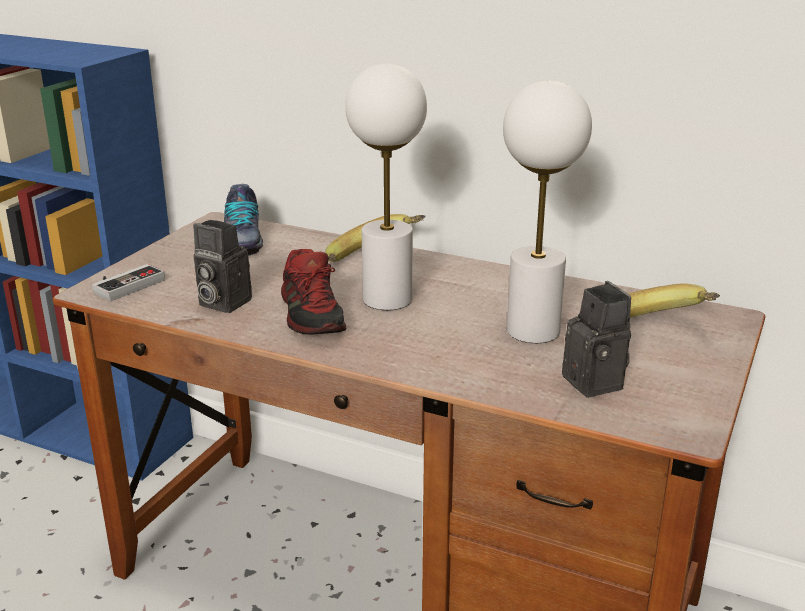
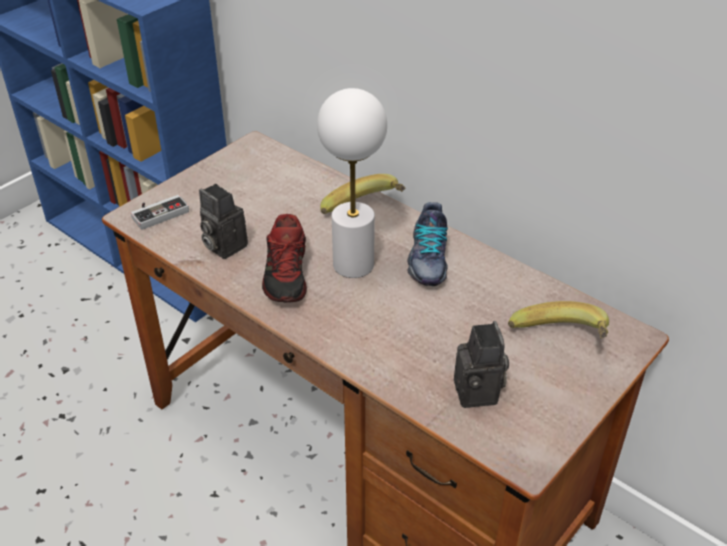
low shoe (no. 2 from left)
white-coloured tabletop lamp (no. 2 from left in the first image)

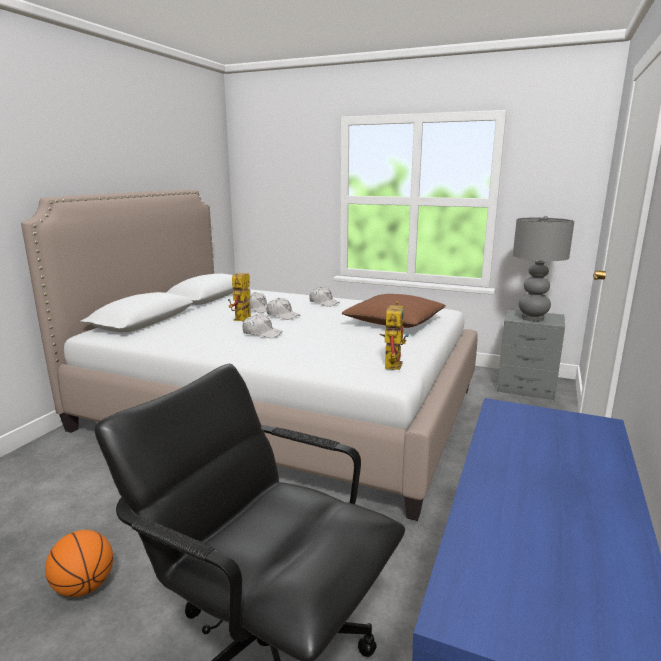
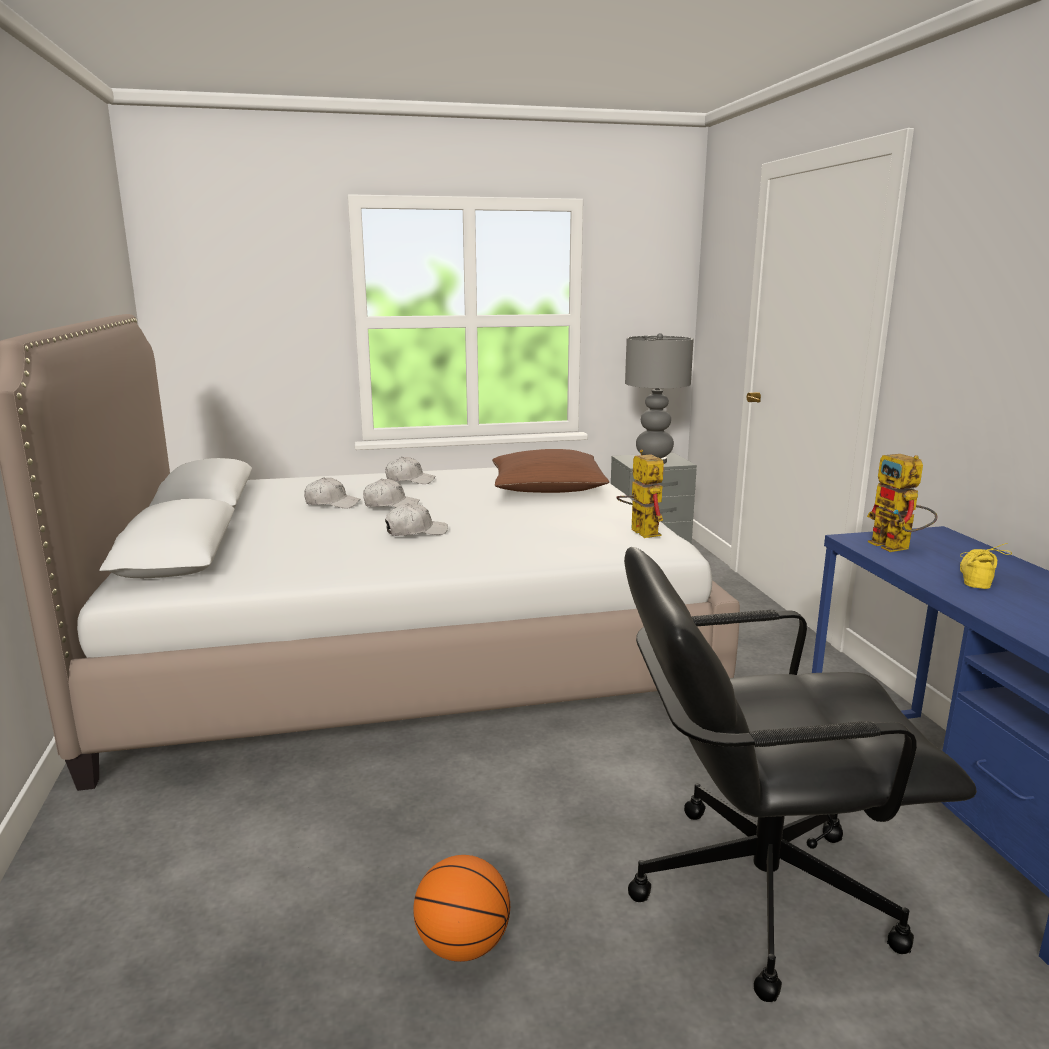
toy robot (no. 2 from left)
yellow low shoe

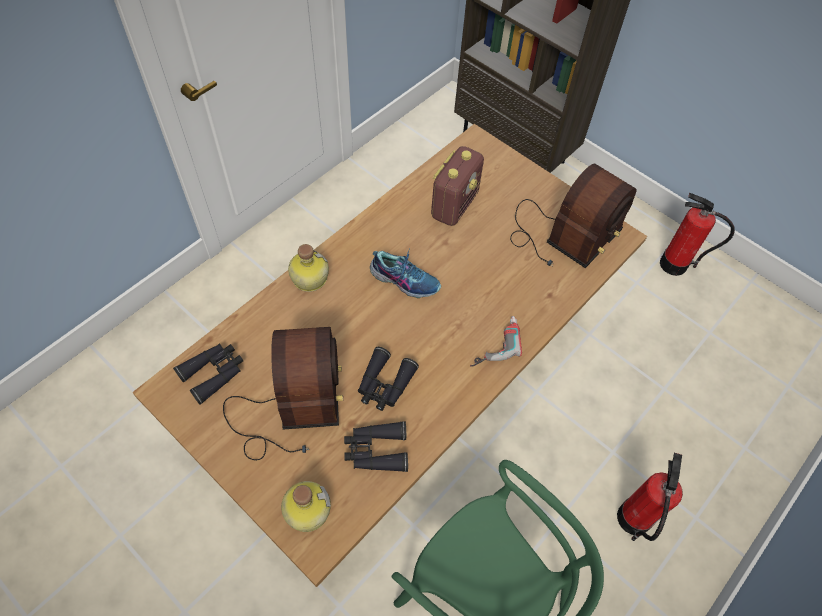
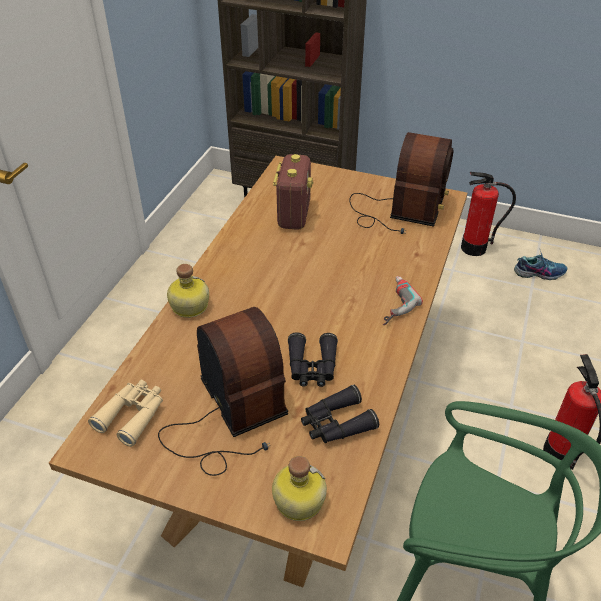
beige-coloured pair of binoculars
low shoe

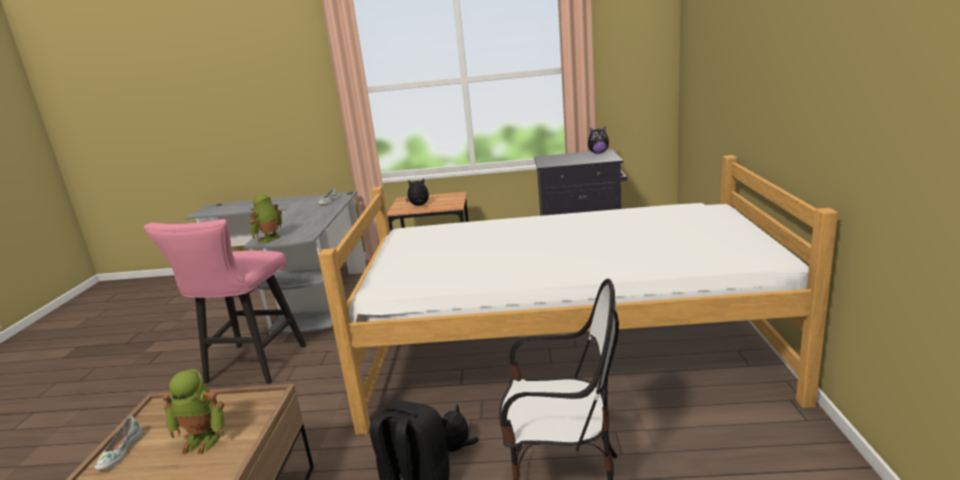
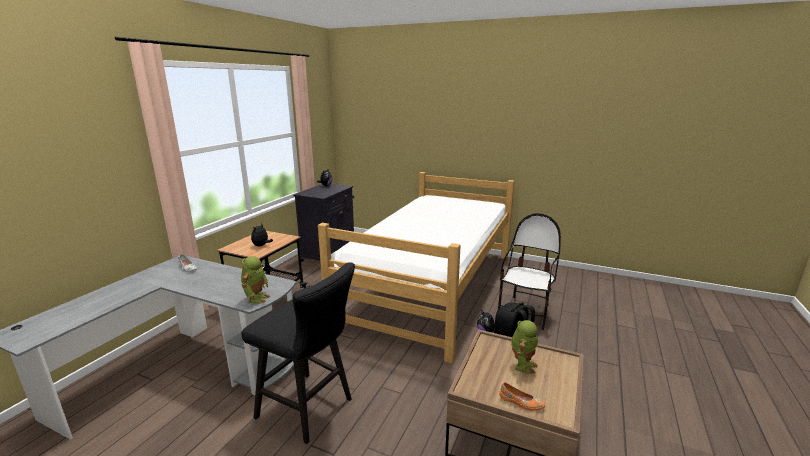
toy robot (no. 1 from left)
black stool
orangey low shoe

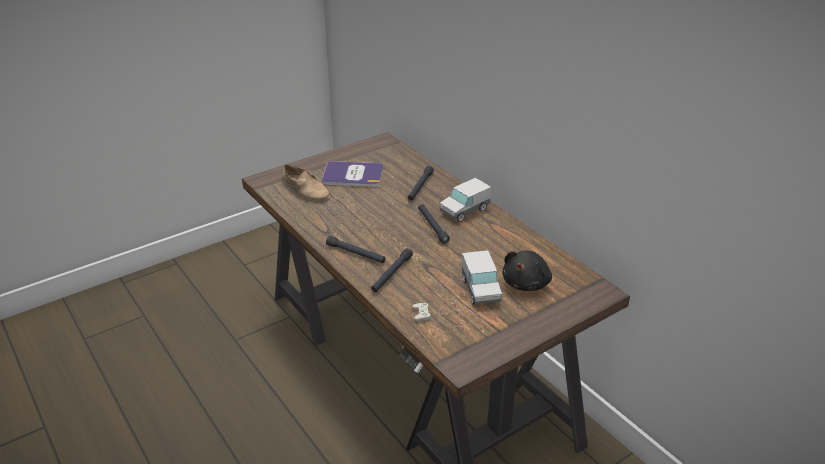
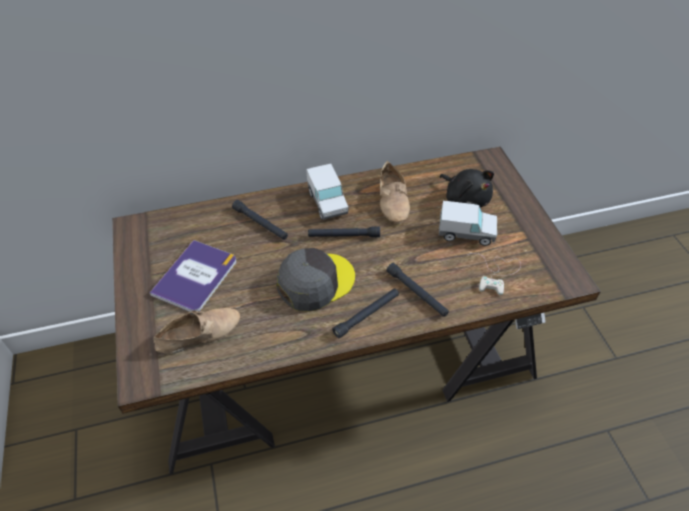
greyish baseball cap
beige-coloured low shoe (no. 2 from left)

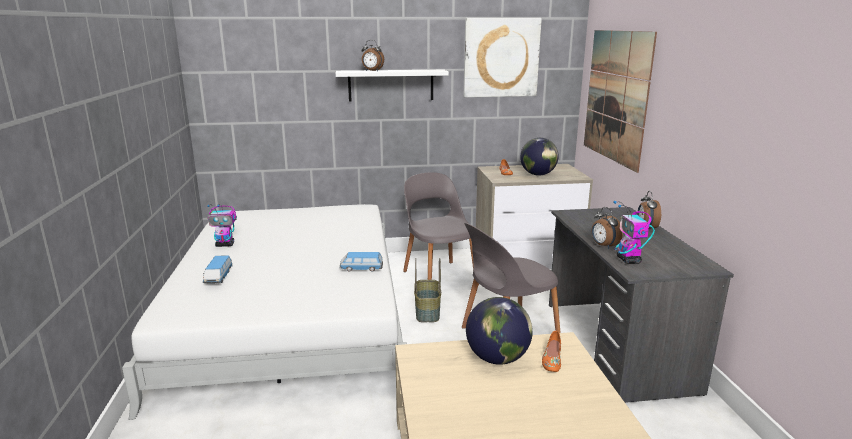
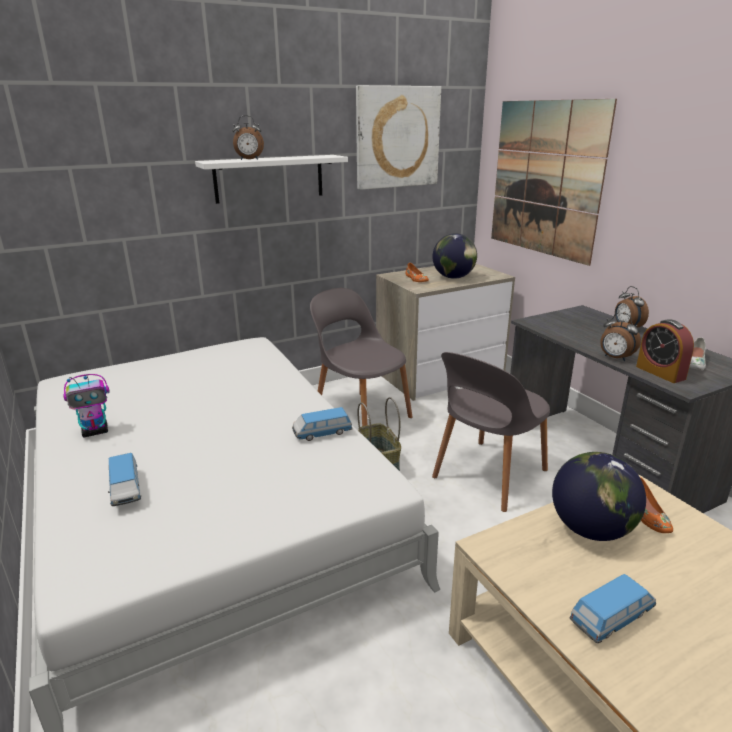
model car (no. 3 from left)
alarm clock (no. 4 from left)
white-coloured low shoe

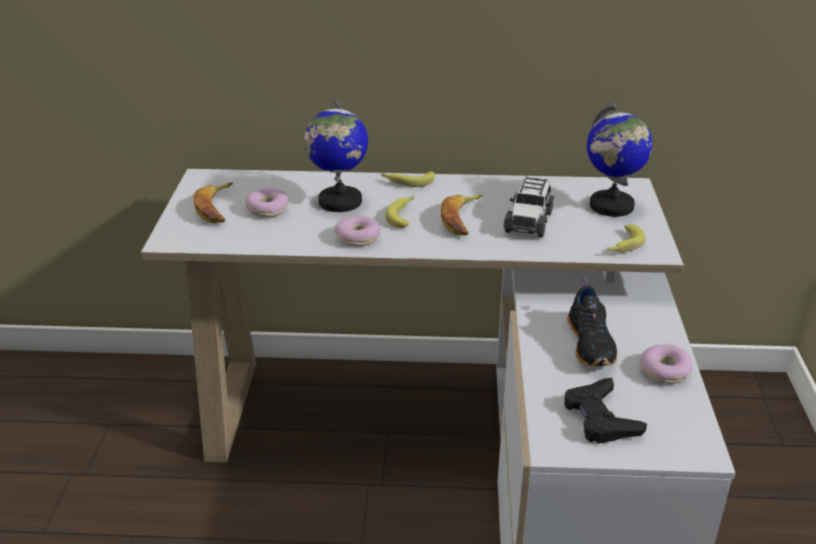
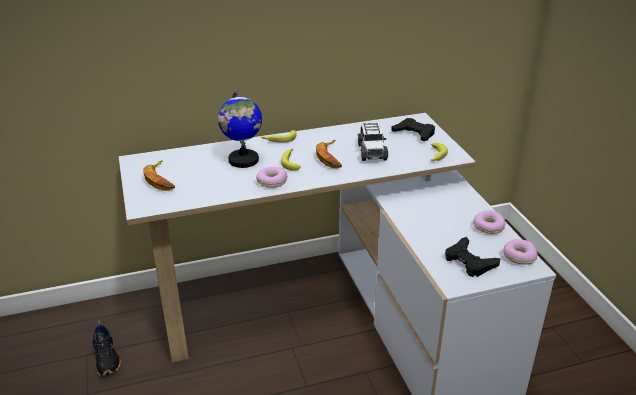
black low shoe
black gamepad (no. 1 from left)
ring doughnut (no. 3 from left)

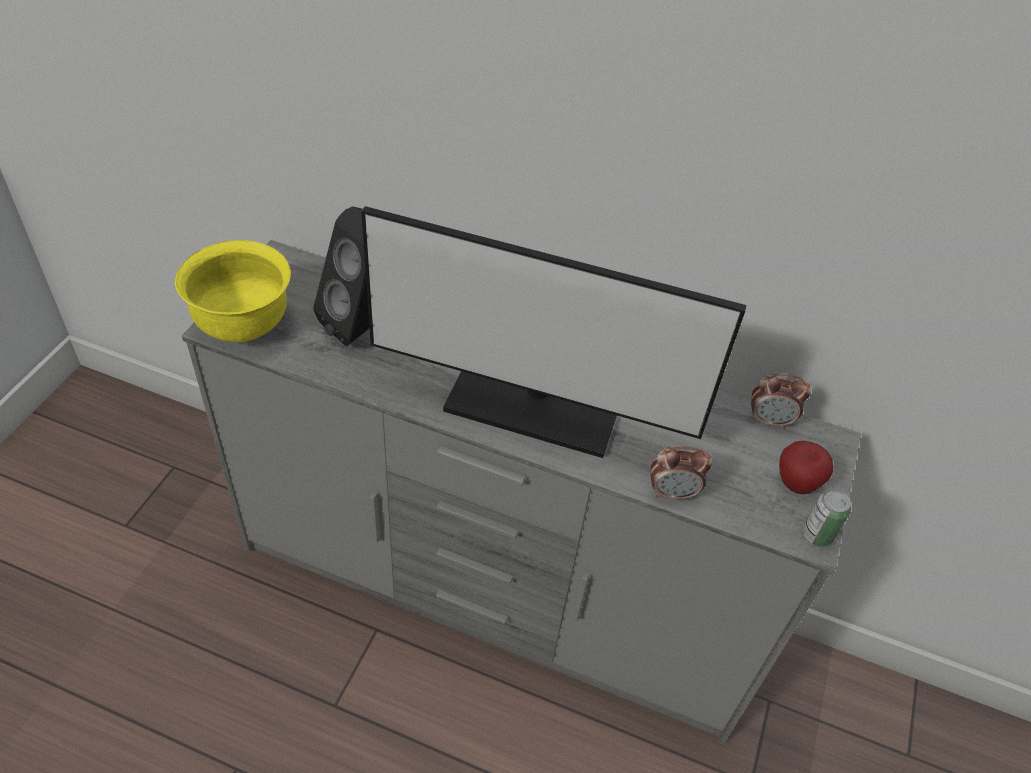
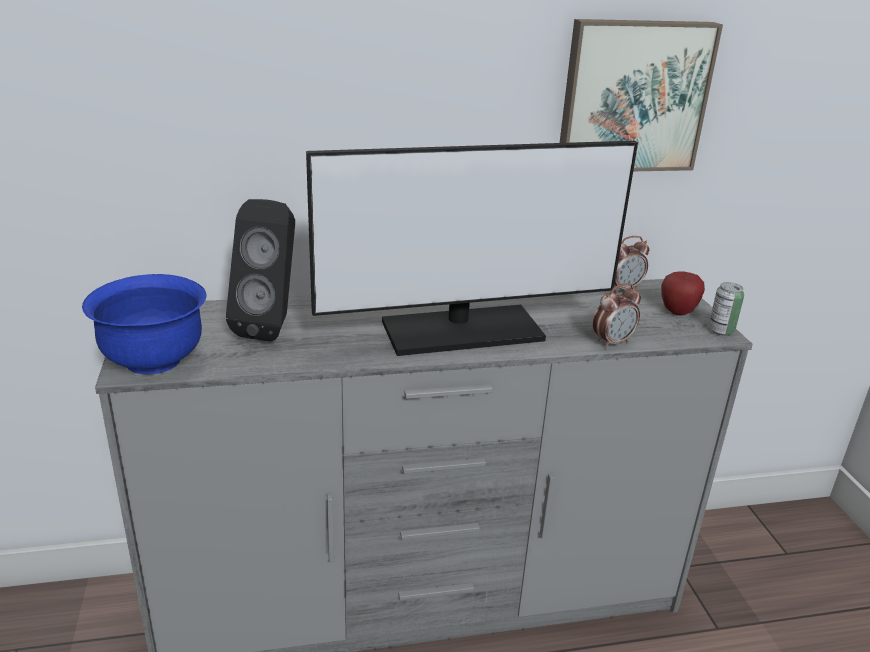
bluish deep dish
wall art

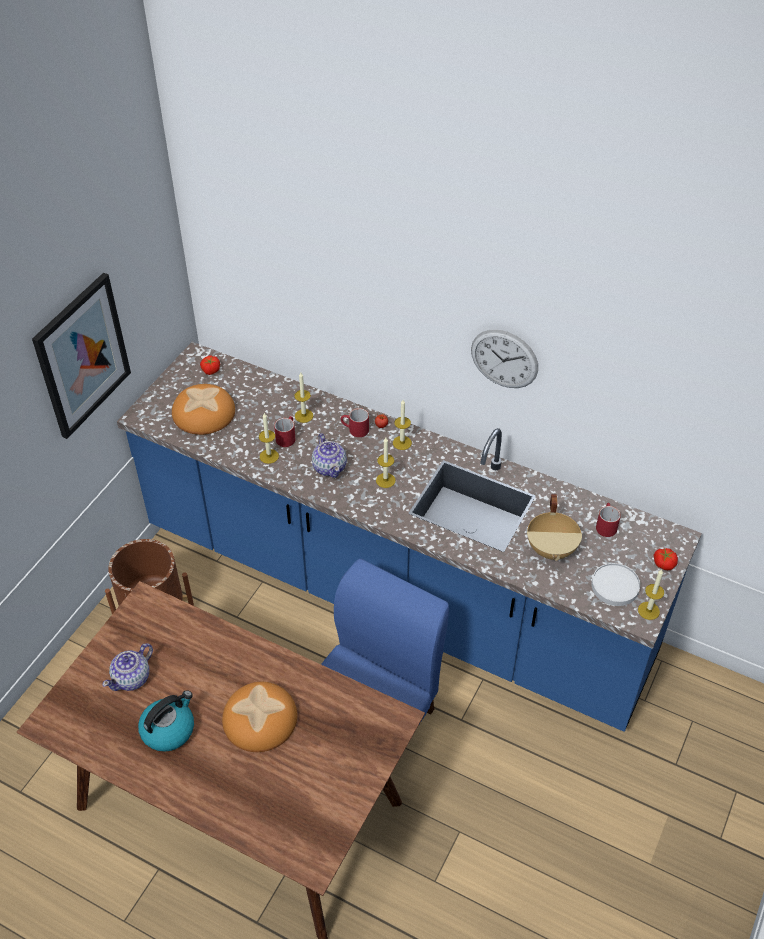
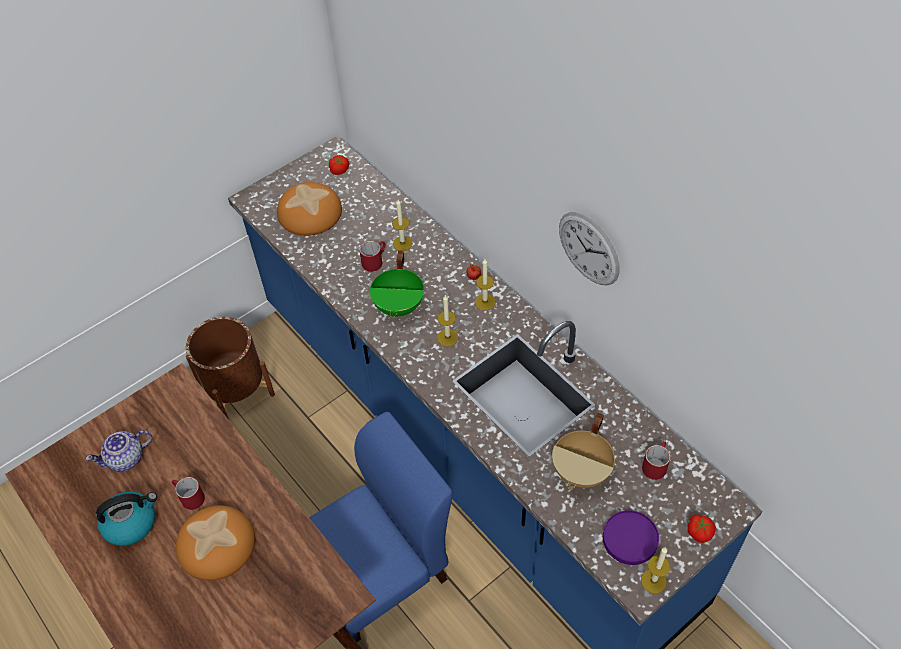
red coffee mug (no. 1 from left)
greenish stockpot
purple-coloured flat dish
wall art
wax candle (no. 1 from left in the first image)

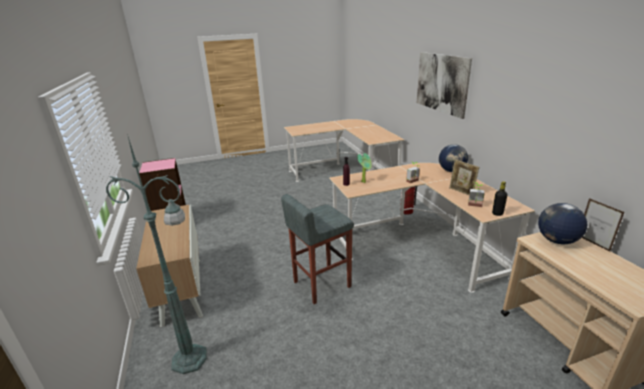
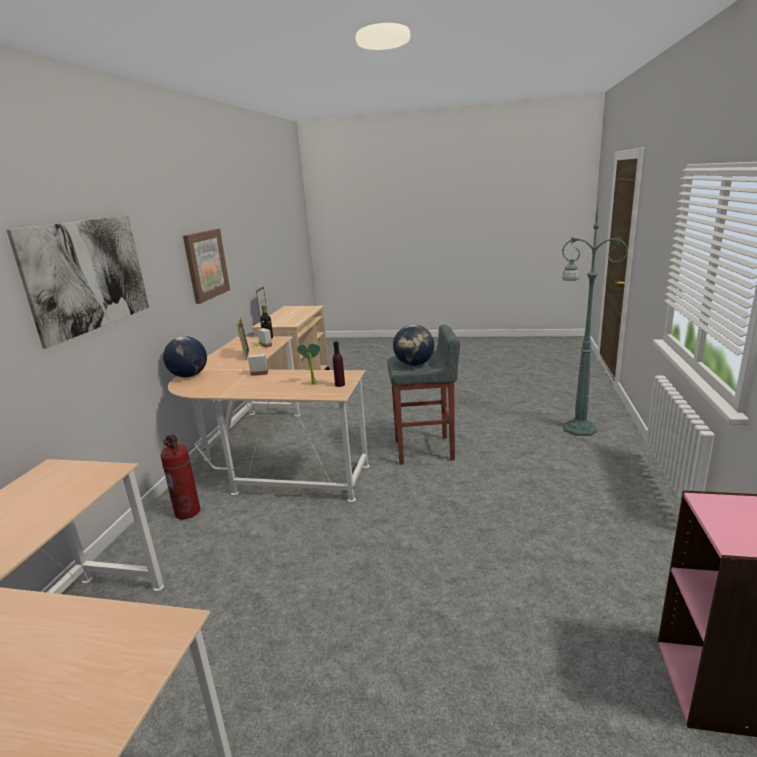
wall art (no. 2 from left)
desk globe (no. 2 from left)
cabinet

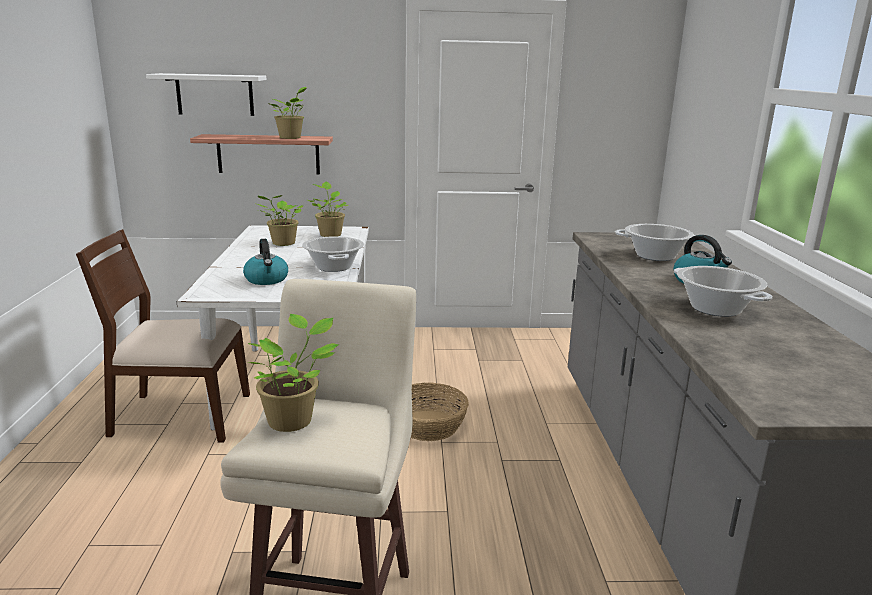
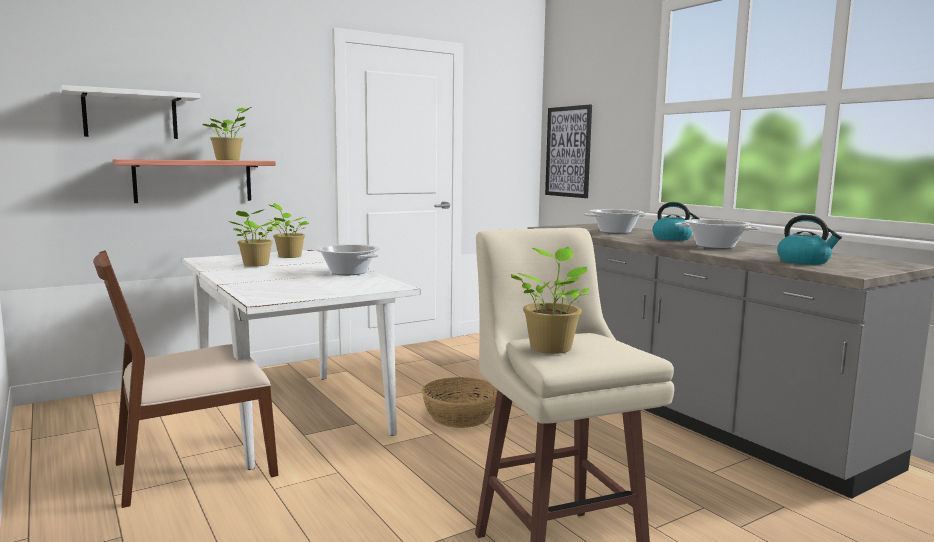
wall art
water kettle (no. 2 from left)

